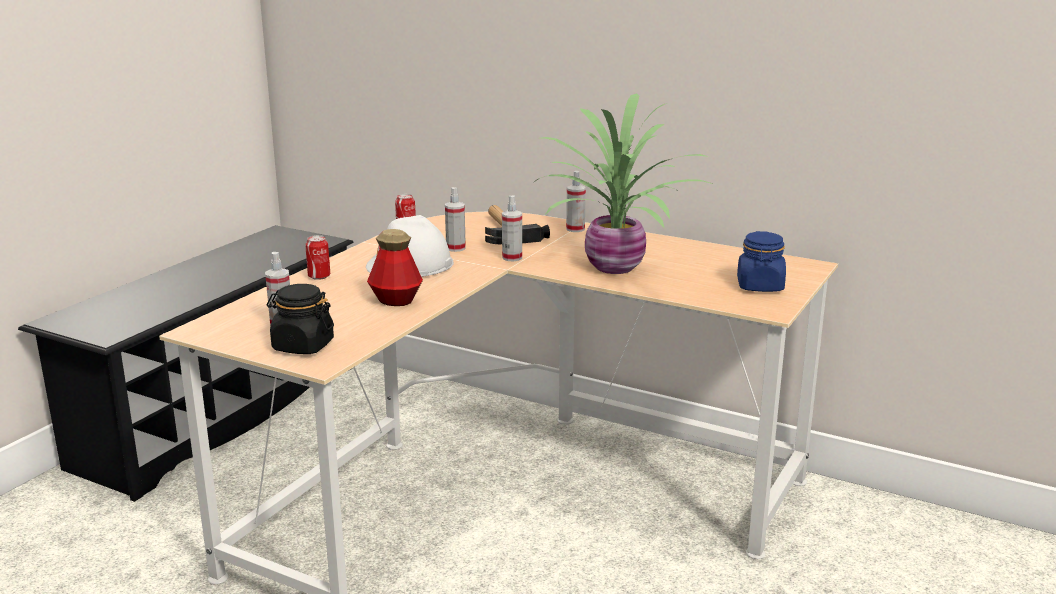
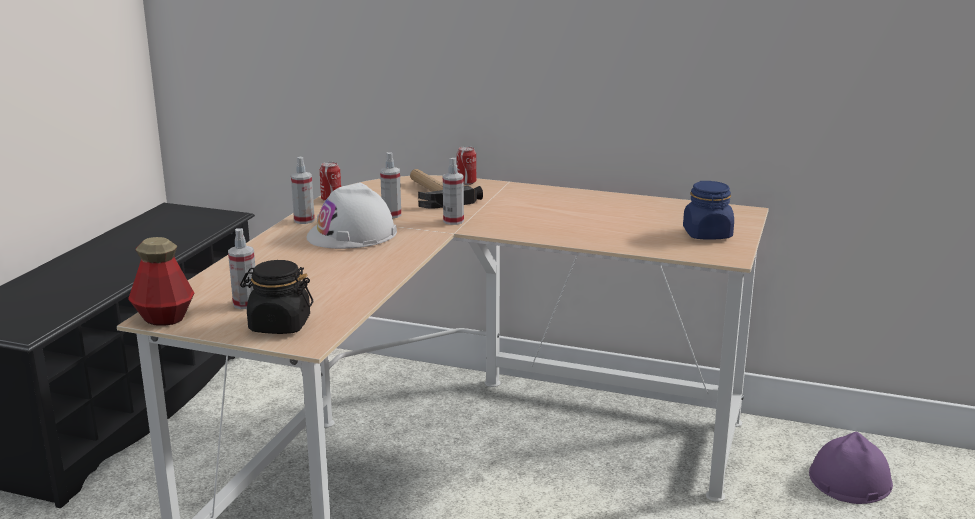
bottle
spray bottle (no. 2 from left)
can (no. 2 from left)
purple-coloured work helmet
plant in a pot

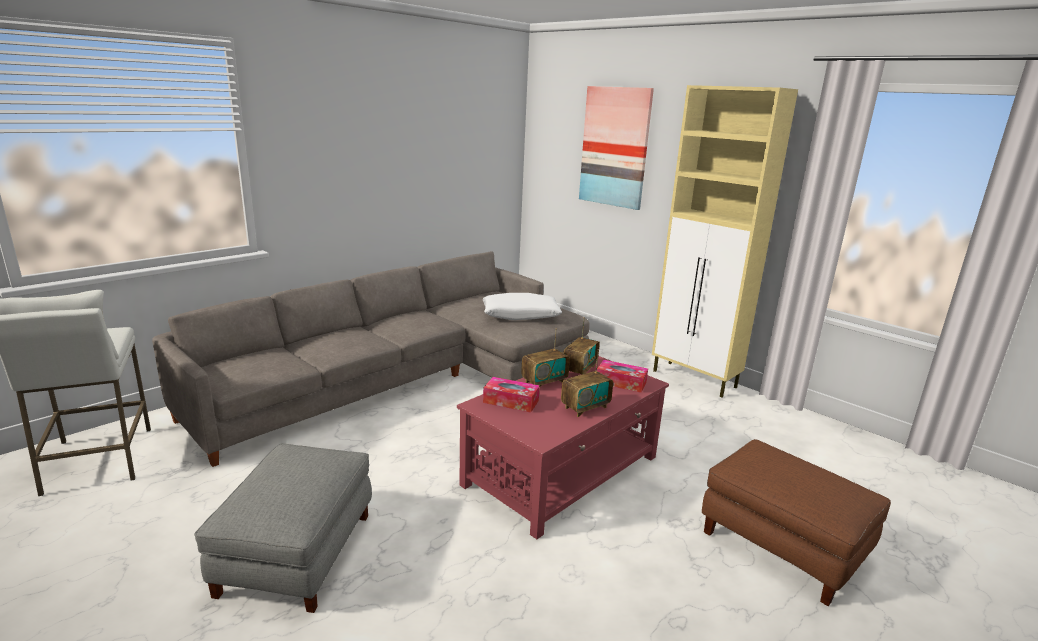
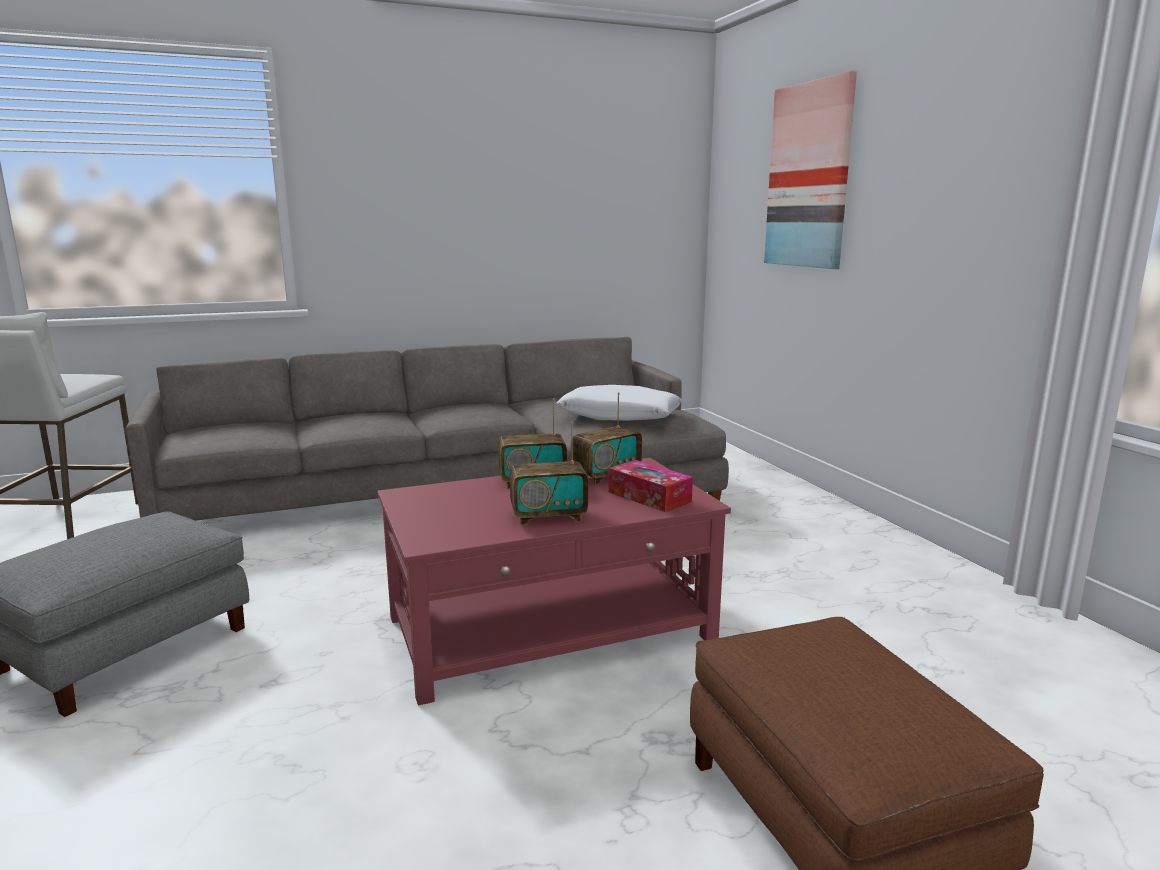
box of tissues (no. 1 from left in the first image)
beige-coloured cabinet

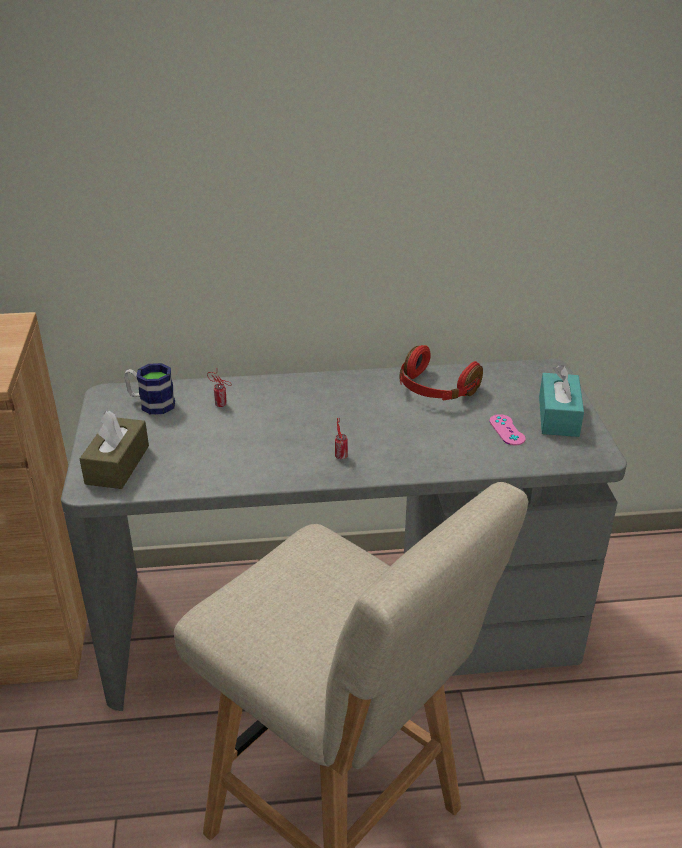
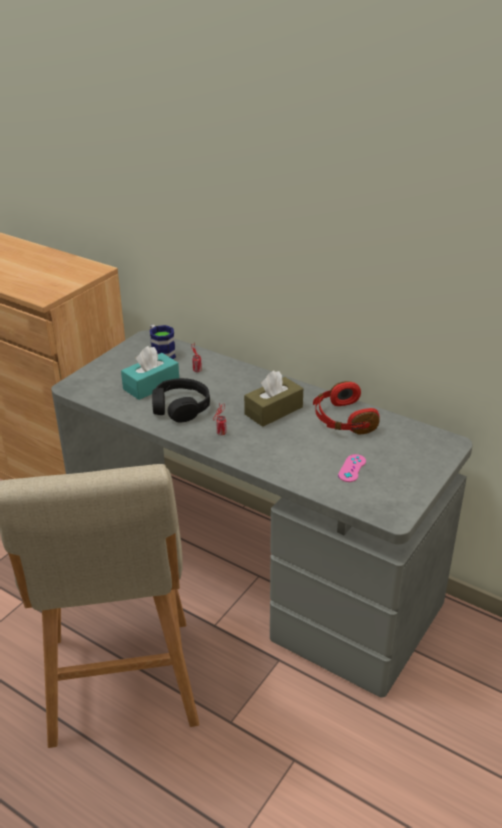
turquoise box of tissues
black headset
brown box of tissues

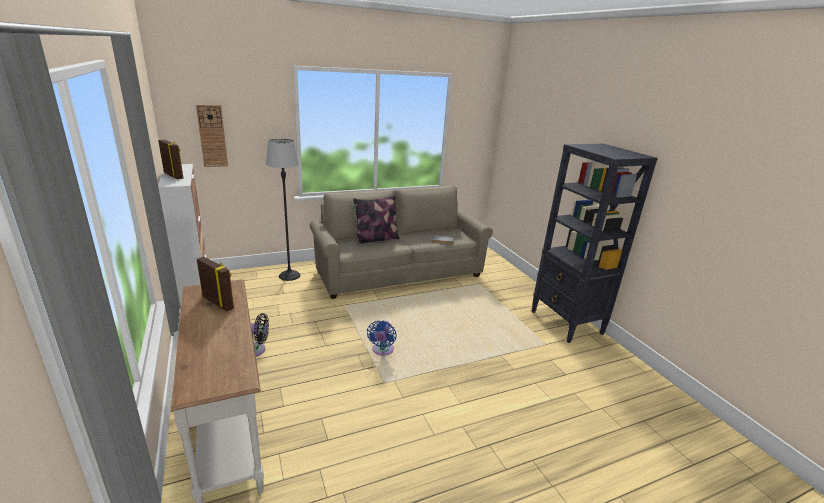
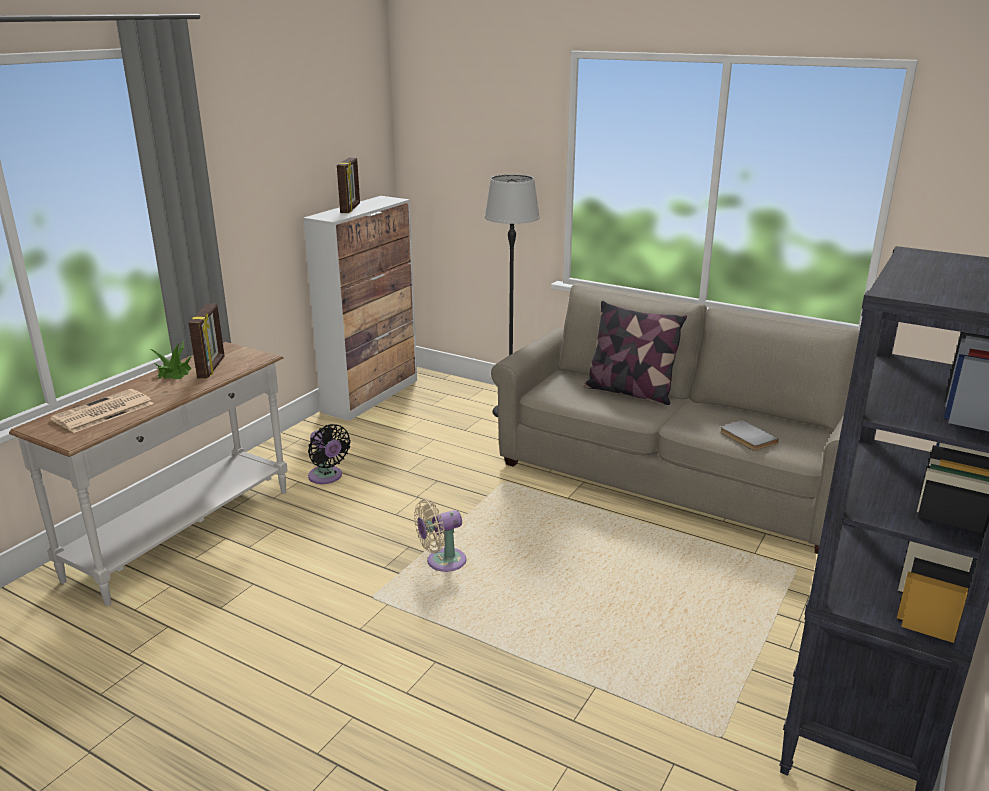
daily paper
plant in a pot
beige-coloured cooling fan
hanging clock

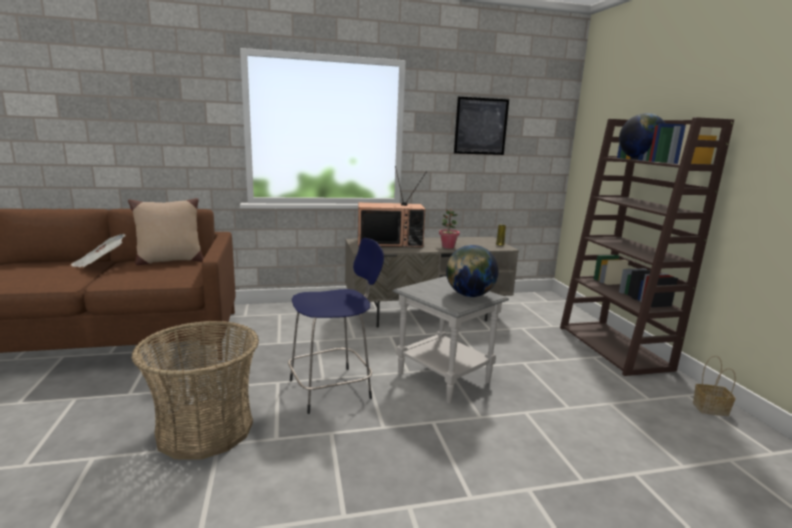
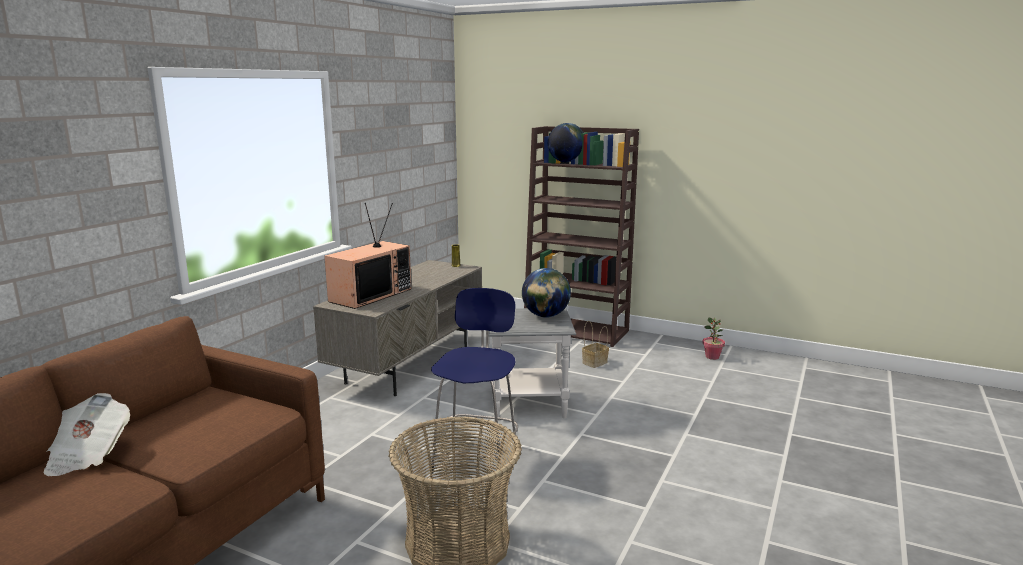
storage basket (no. 2 from left)
plant in a pot
beige-coloured cushion
wall art

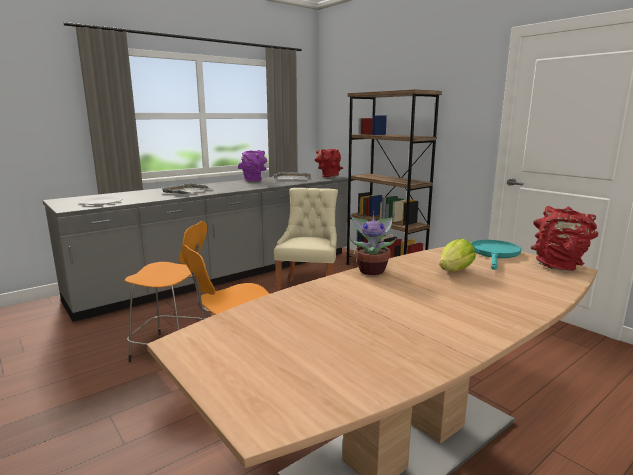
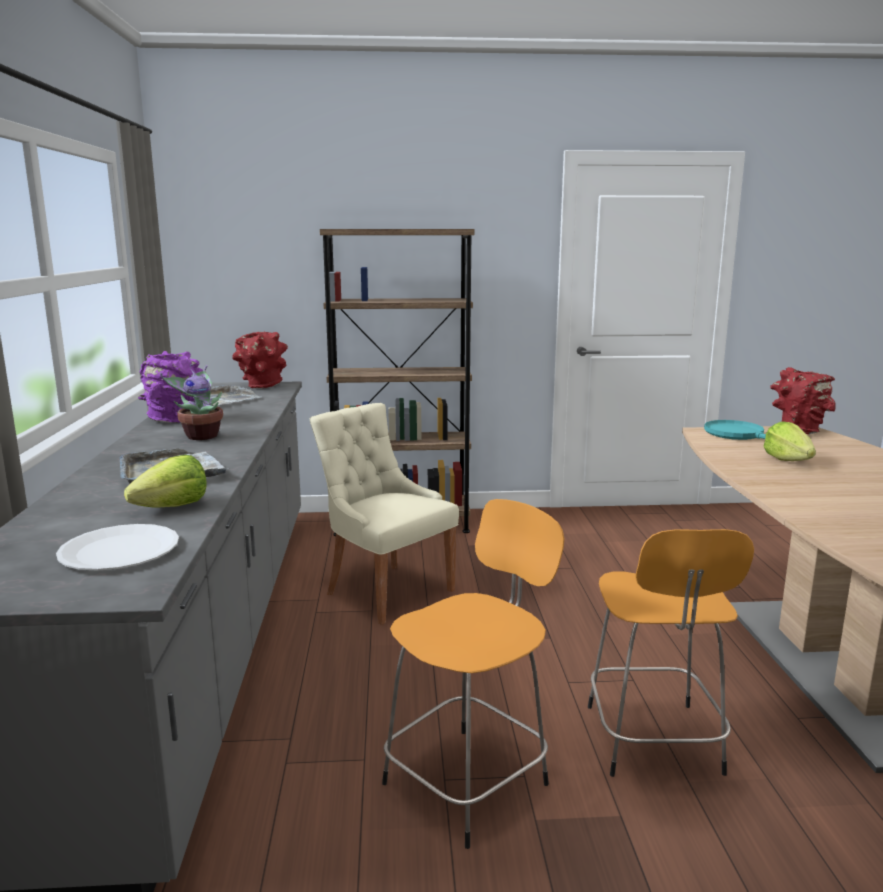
lettuce (no. 1 from left)
plant in a pot

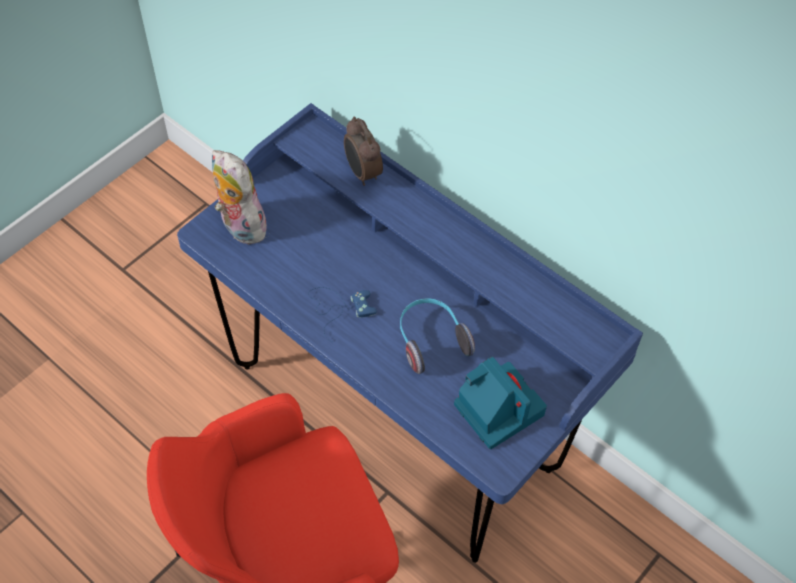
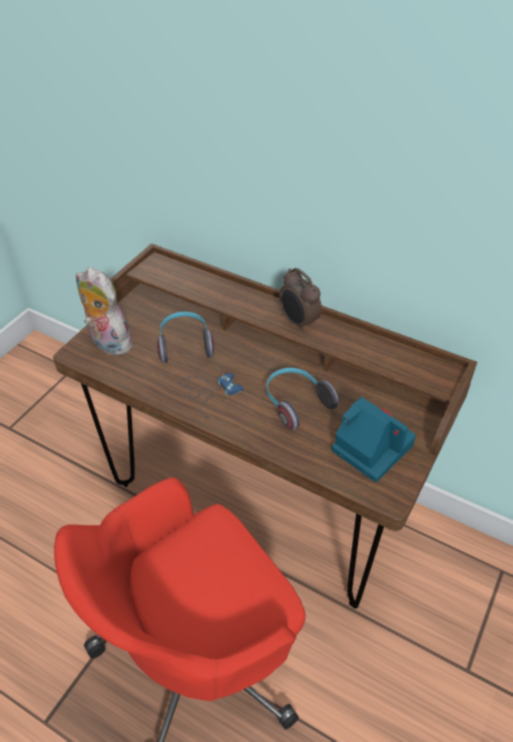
brown desk
headset (no. 1 from left)
alarm clock

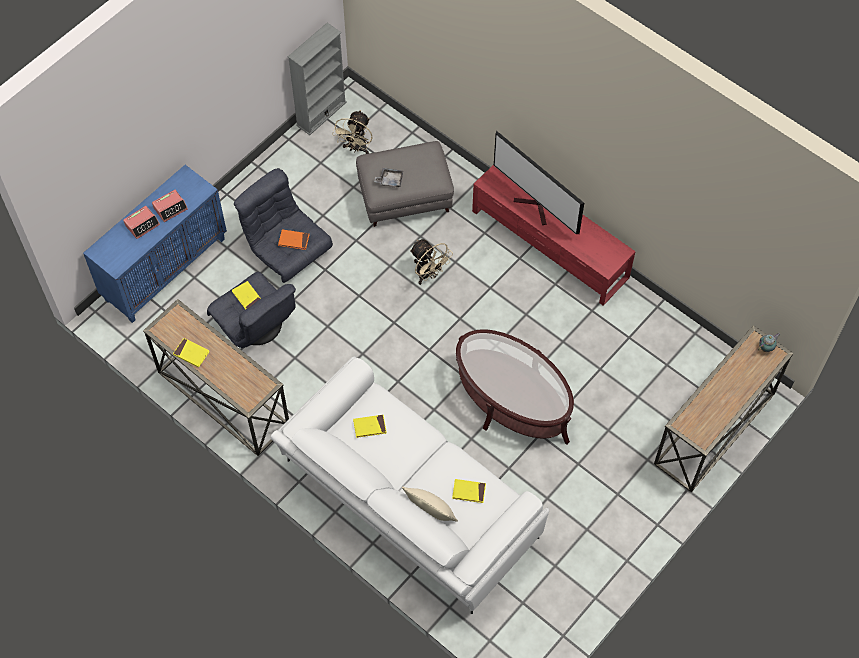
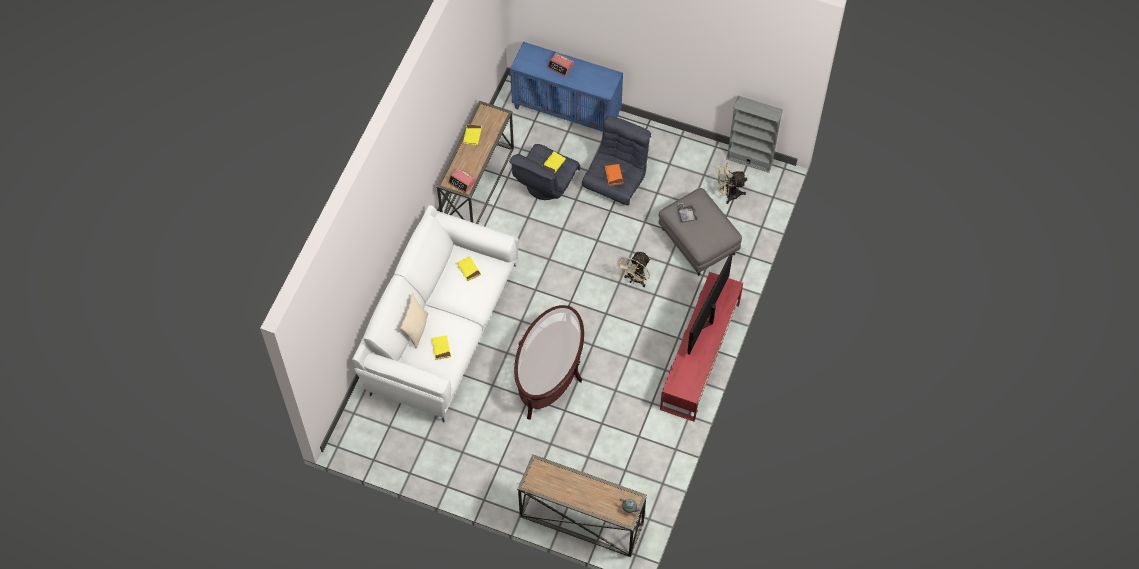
alarm clock (no. 1 from left)

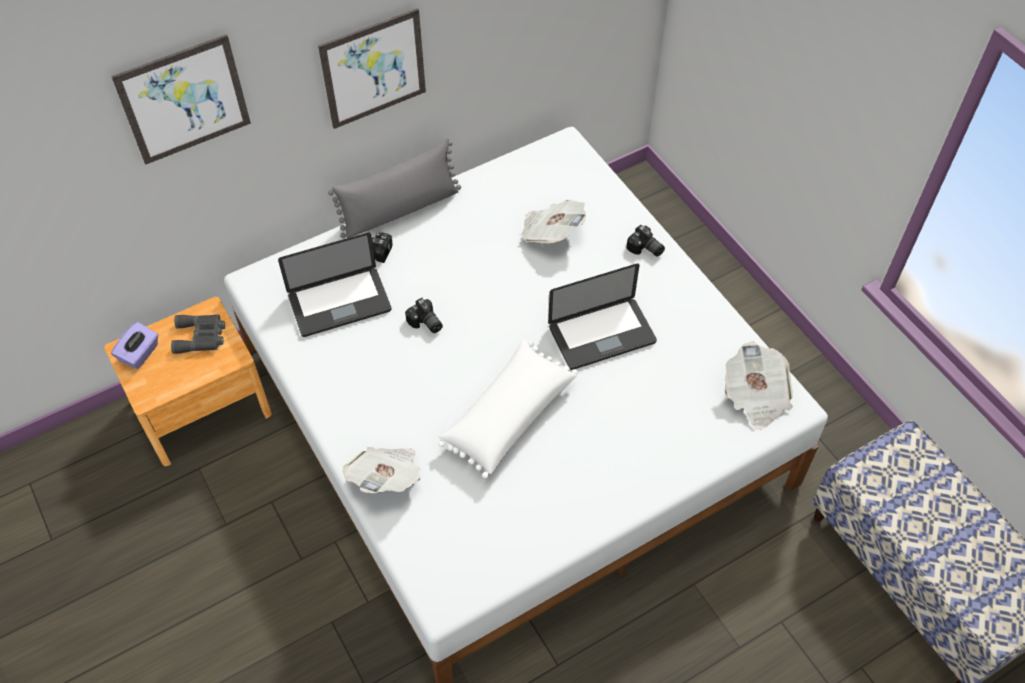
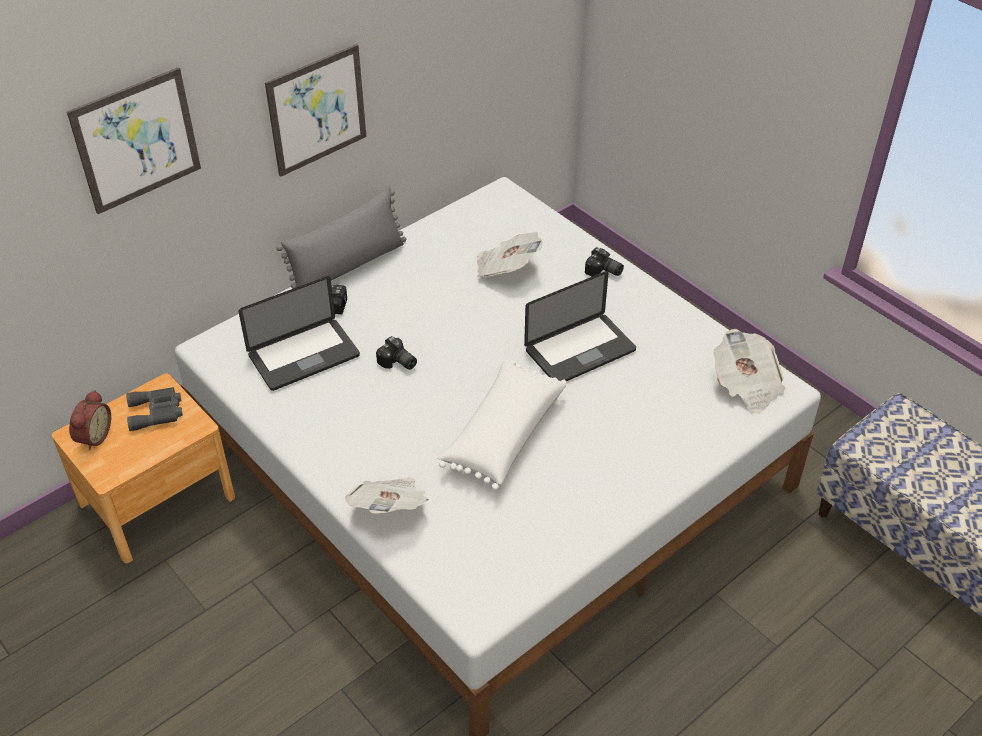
alarm clock

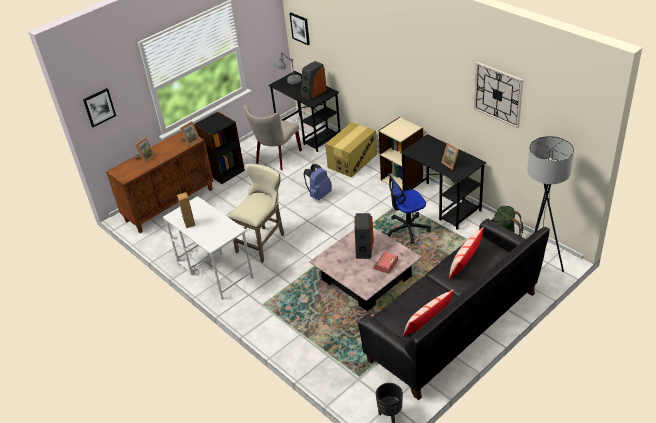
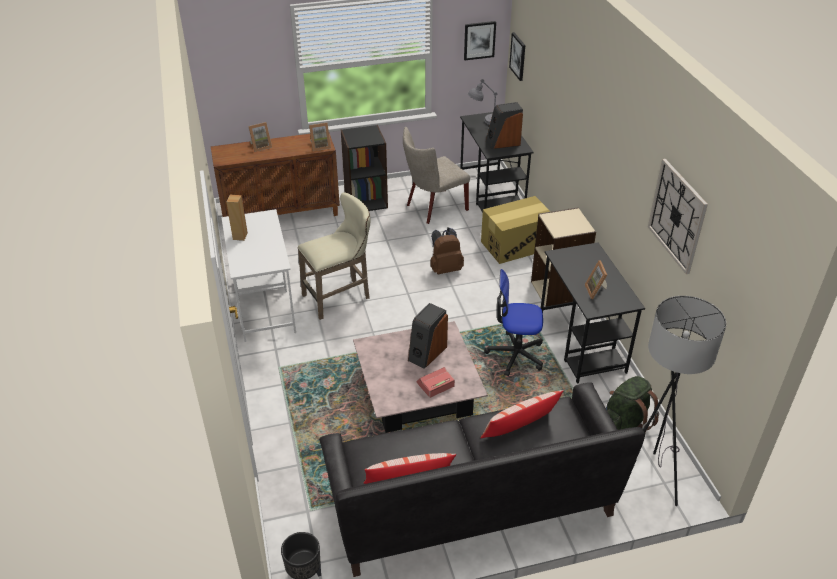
brown knapsack
wall art (no. 1 from left)

